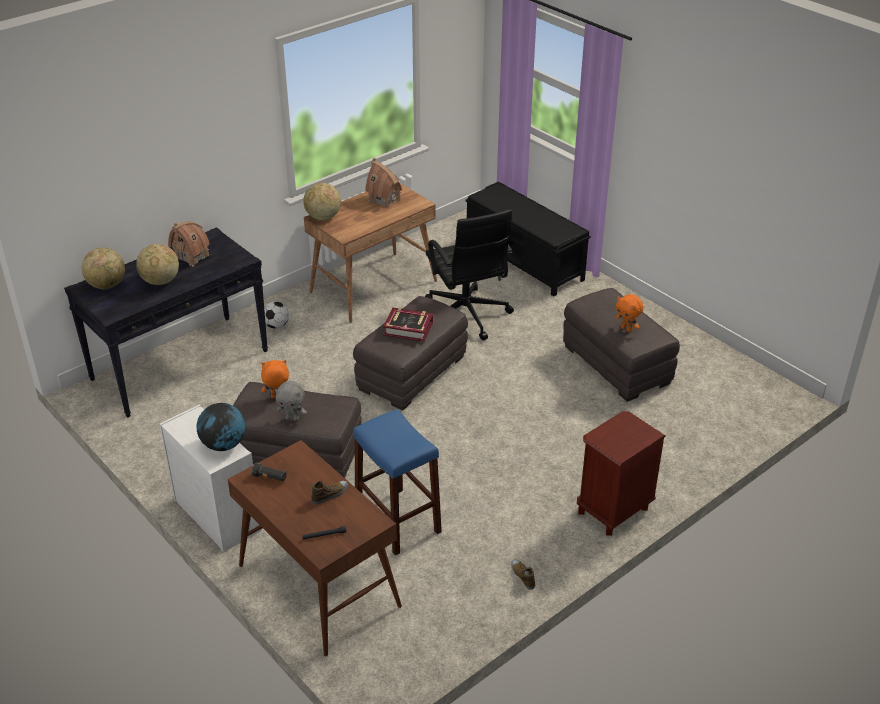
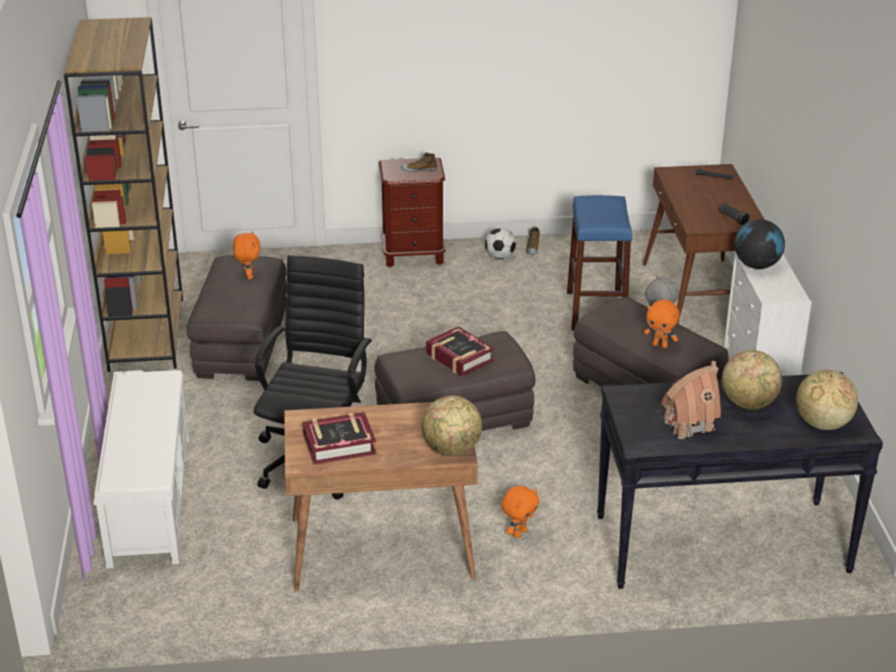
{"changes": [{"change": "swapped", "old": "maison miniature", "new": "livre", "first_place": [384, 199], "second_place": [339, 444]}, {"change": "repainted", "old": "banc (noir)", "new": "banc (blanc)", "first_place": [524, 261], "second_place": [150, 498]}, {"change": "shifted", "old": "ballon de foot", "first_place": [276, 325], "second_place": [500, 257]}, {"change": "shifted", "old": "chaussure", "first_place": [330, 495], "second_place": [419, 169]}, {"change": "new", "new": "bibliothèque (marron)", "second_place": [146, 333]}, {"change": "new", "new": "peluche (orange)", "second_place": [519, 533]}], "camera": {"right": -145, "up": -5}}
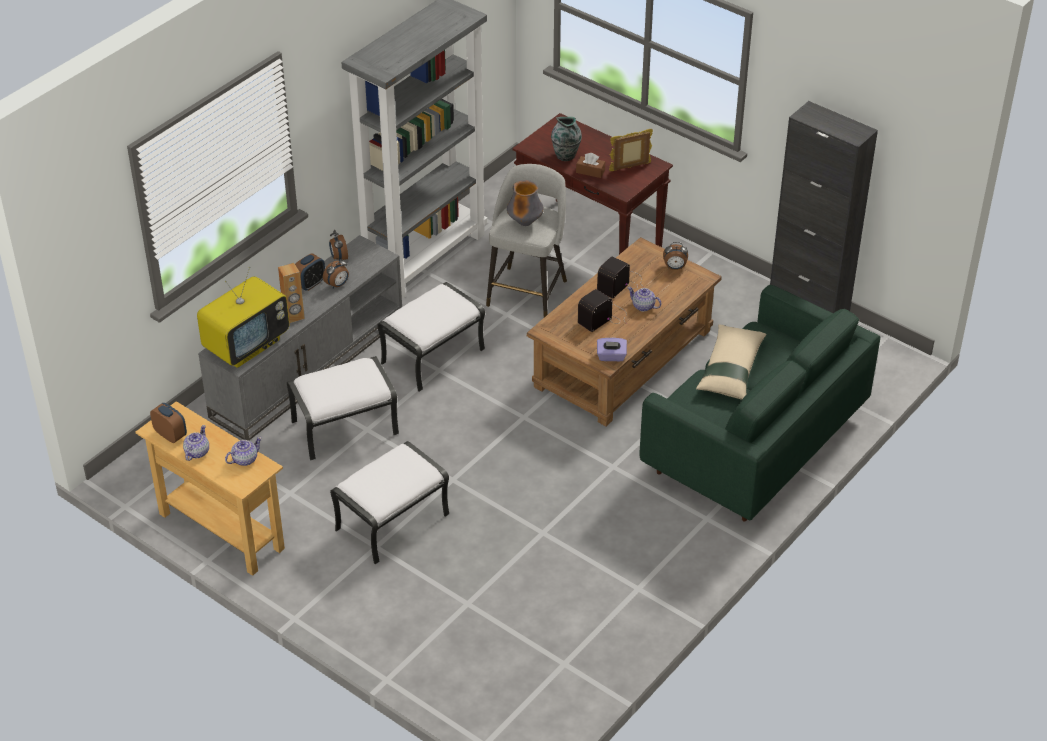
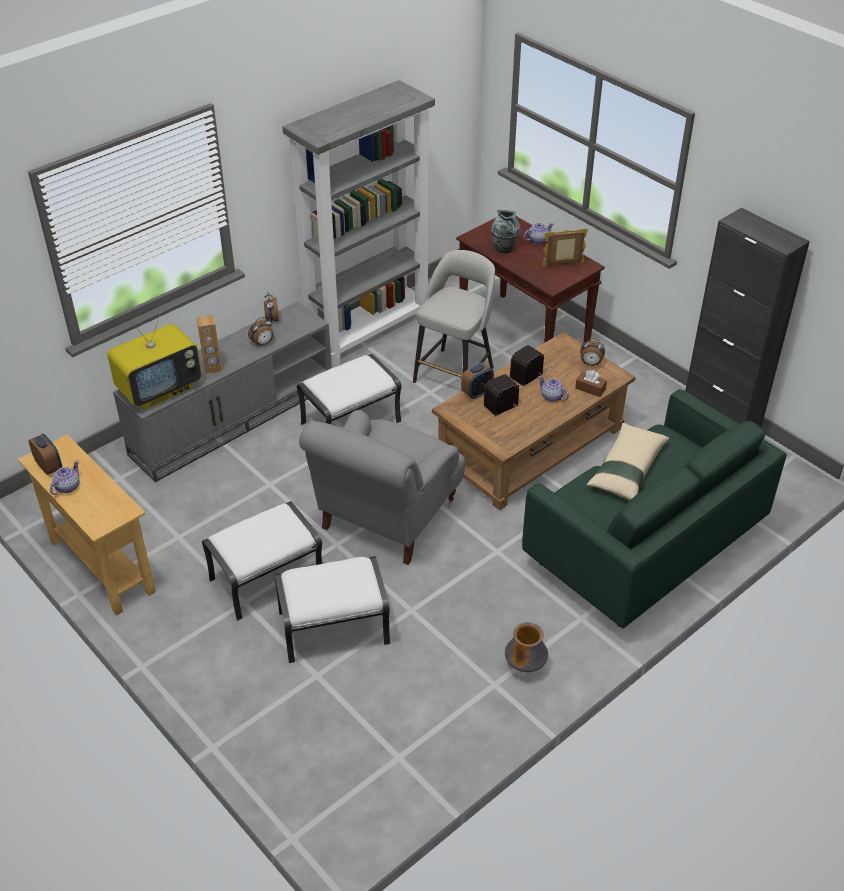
{"changes": [{"change": "shifted", "old": "boîte à mouchoirs (marron)", "first_place": [590, 171], "second_place": [590, 389]}, {"change": "shifted", "old": "vase", "first_place": [525, 222], "second_place": [525, 666]}, {"change": "shifted", "old": "réveil", "first_place": [310, 284], "second_place": [477, 392]}, {"change": "gone", "old": "boîte à mouchoirs (violet)", "first_place": [611, 357]}, {"change": "shifted", "old": "pouf (blanc)", "first_place": [344, 429], "second_place": [333, 629]}, {"change": "shifted", "old": "théière", "first_place": [244, 459], "second_place": [537, 240]}, {"change": "new", "new": "fauteuil (gris)", "second_place": [386, 518]}], "camera": {"right": 10, "up": 0}}
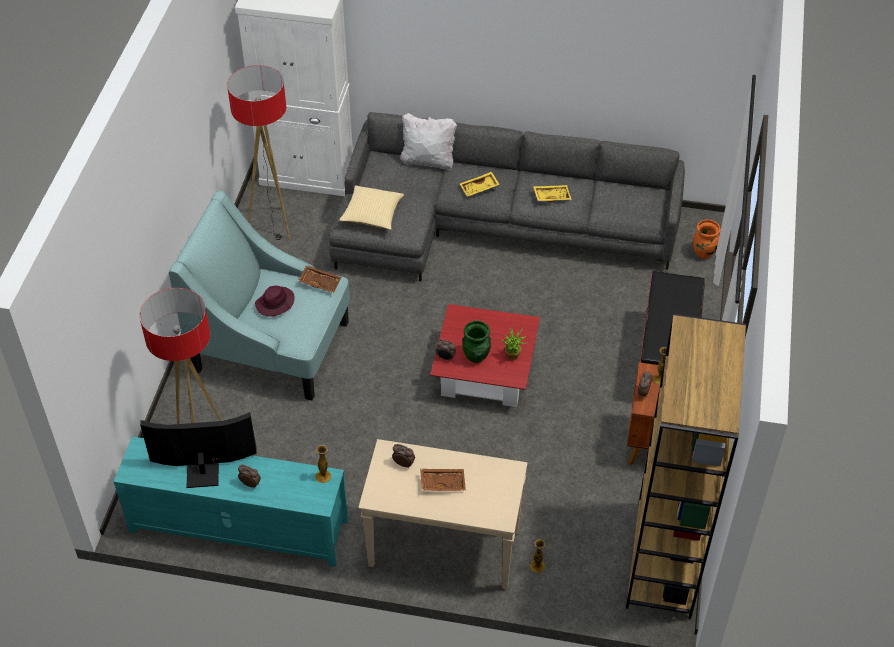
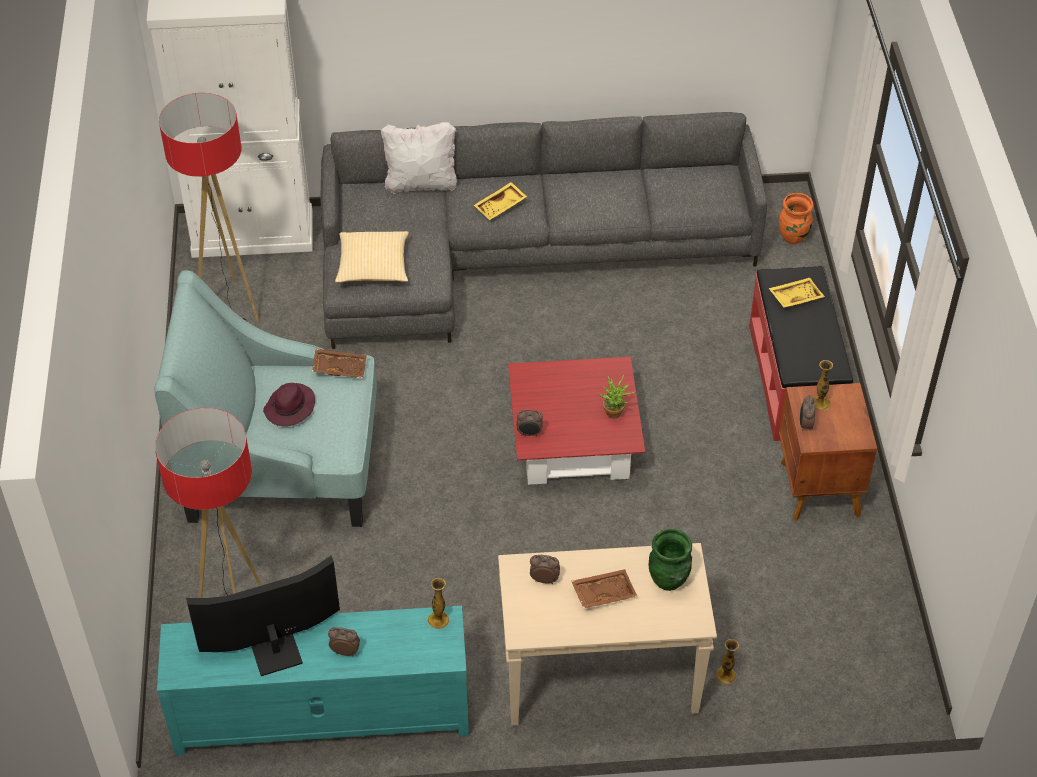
{"changes": [{"change": "shifted", "old": "plateau (jaune)", "first_place": [551, 196], "second_place": [795, 297]}, {"change": "gone", "old": "bibliothèque (marron)", "first_place": [664, 560]}, {"change": "shifted", "old": "vase (vert)", "first_place": [476, 356], "second_place": [668, 580]}], "camera": {"right": -15, "up": 0}}
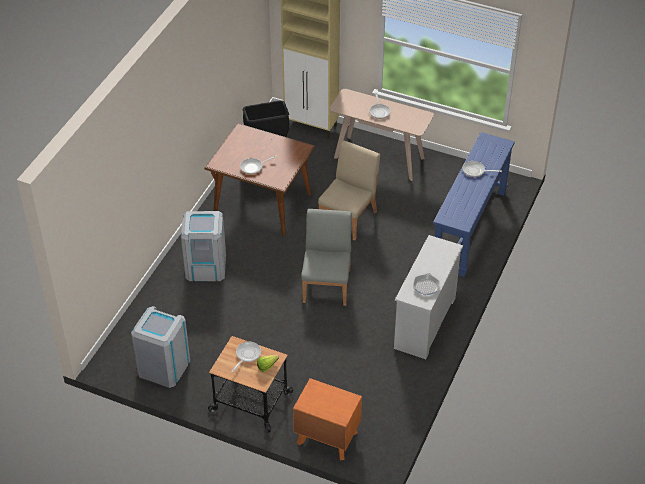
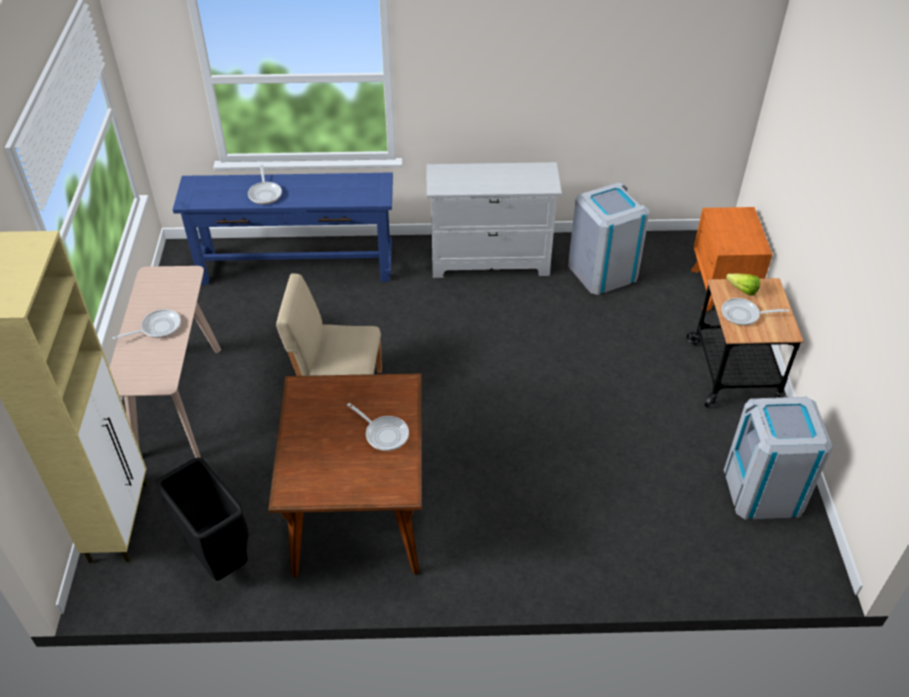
{"changes": [{"change": "gone", "old": "chaise (gris)", "first_place": [327, 285]}, {"change": "shifted", "old": "poubelle (gris)", "first_place": [206, 266], "second_place": [602, 271]}, {"change": "gone", "old": "poêle", "first_place": [426, 287]}], "camera": {"right": -115, "up": 0}}
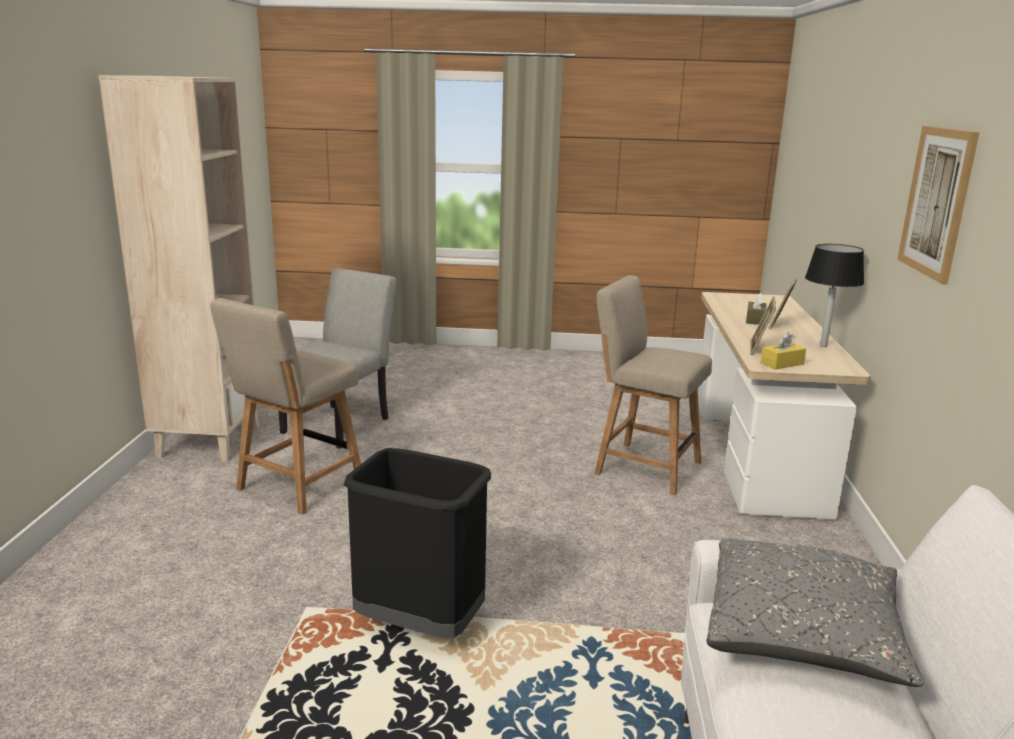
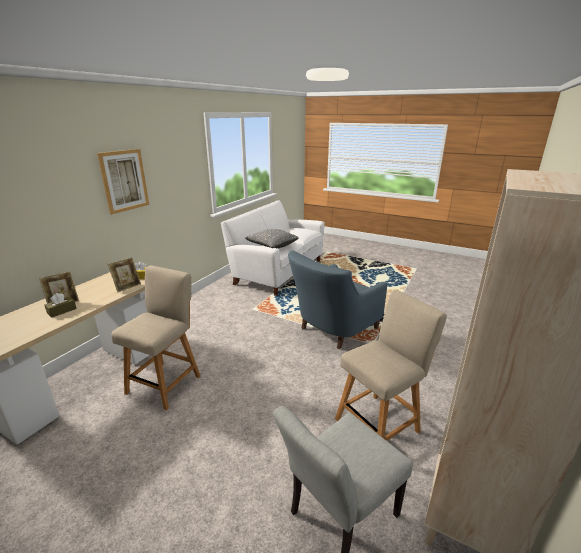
{"changes": [{"change": "gone", "old": "lampe de table (noir)", "first_place": [823, 345]}, {"change": "rotated", "old": "chaise (beige)", "first_place": [642, 466], "second_place": [166, 382], "degrees": -120}, {"change": "swapped", "old": "poubelle (noir)", "new": "fauteuil (bleu)", "first_place": [421, 624], "second_place": [332, 330]}], "camera": {"right": -155, "up": 5}}
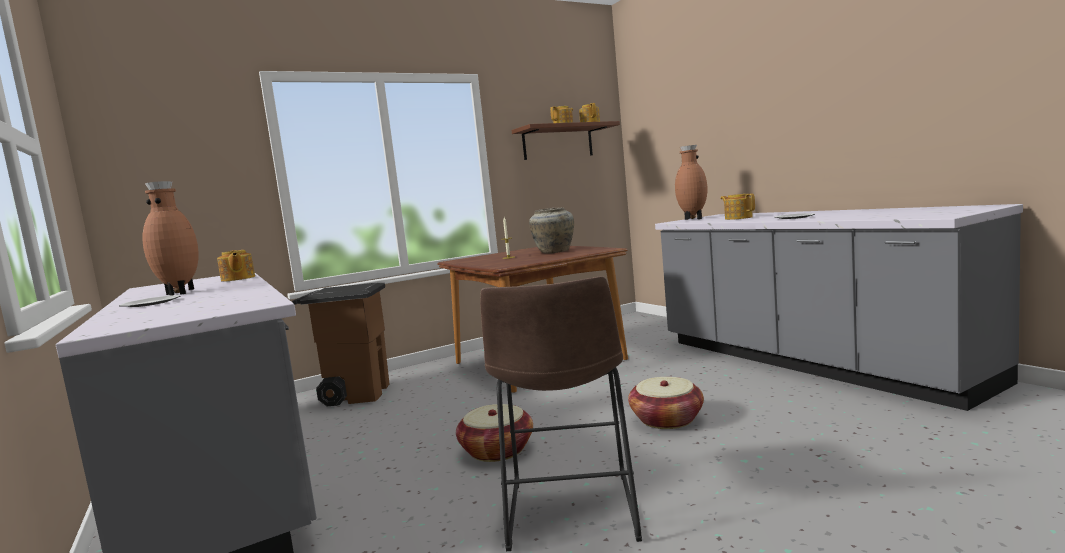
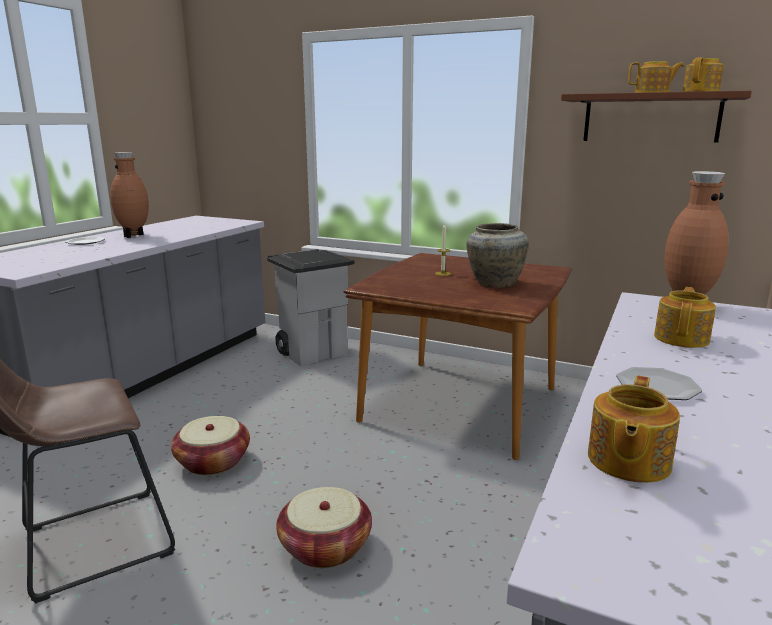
{"changes": [{"change": "shifted", "old": "théière", "first_place": [237, 279], "second_place": [627, 461]}, {"change": "repainted", "old": "poubelle (marron)", "new": "poubelle (gris)", "first_place": [357, 394], "second_place": [313, 353]}], "camera": {"right": 55, "up": 10}}
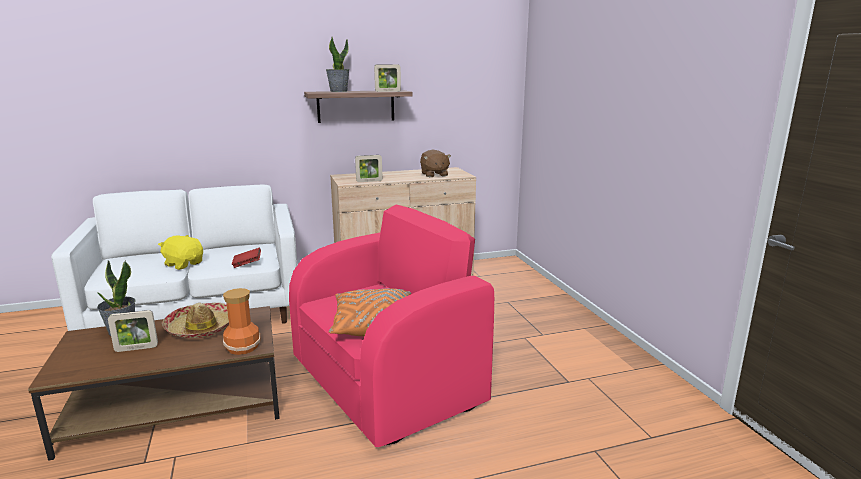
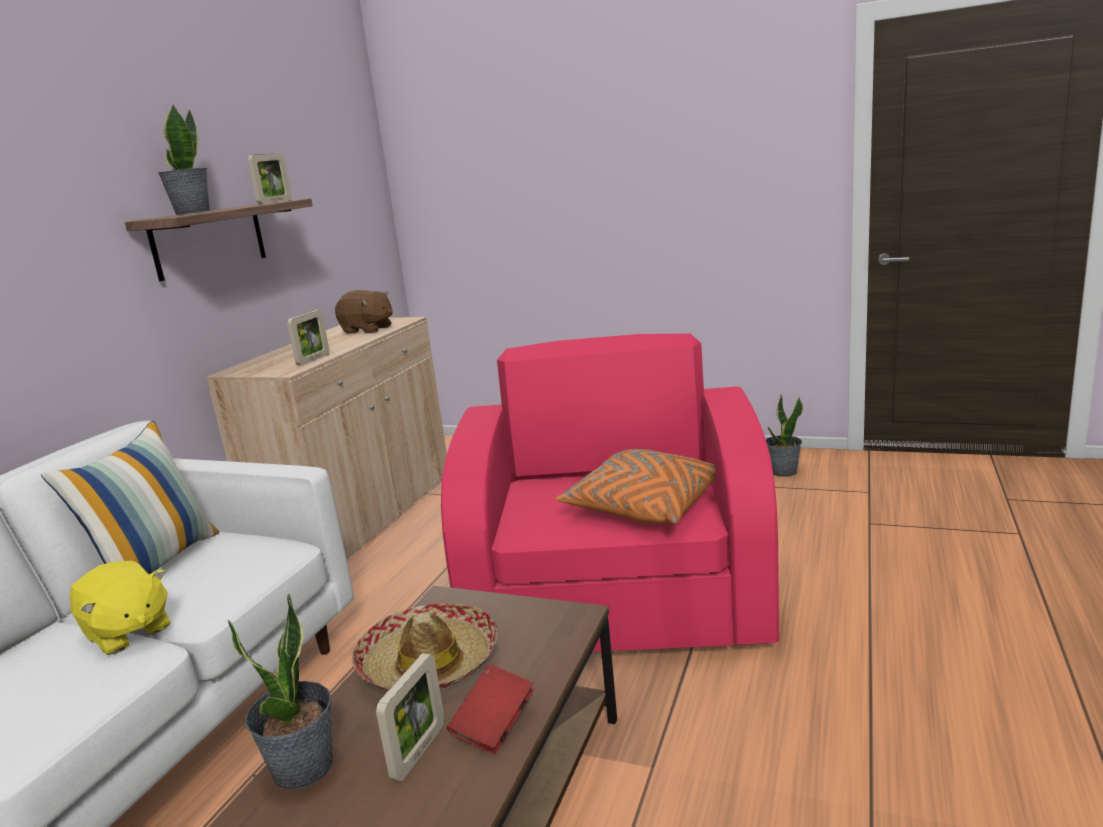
{"changes": [{"change": "rotated", "old": "peluche (jaune)", "first_place": [184, 264], "second_place": [127, 633], "degrees": -120}, {"change": "shifted", "old": "livre (rouge)", "first_place": [247, 264], "second_place": [494, 725]}, {"change": "gone", "old": "vase", "first_place": [243, 346]}, {"change": "new", "new": "plante en pot", "second_place": [783, 471]}, {"change": "new", "new": "coussin", "second_place": [156, 564]}], "camera": {"right": -50, "up": 0}}
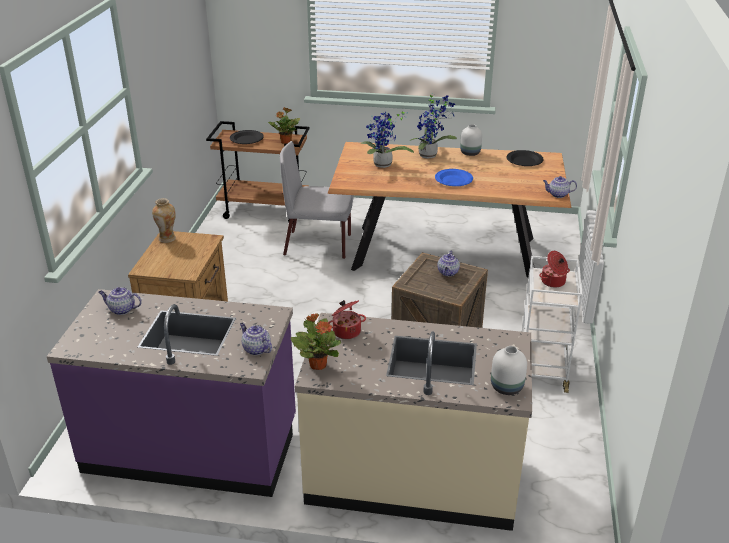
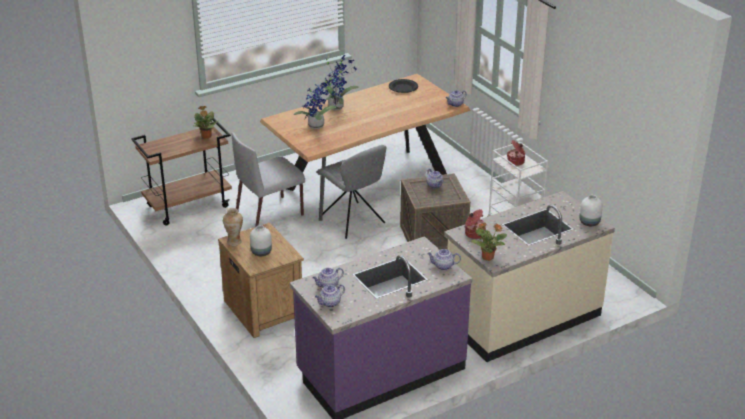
{"changes": [{"change": "shifted", "old": "vase (blanc)", "first_place": [470, 153], "second_place": [261, 252]}, {"change": "gone", "old": "assiette (noir)", "first_place": [247, 139]}, {"change": "gone", "old": "assiette (bleu)", "first_place": [454, 180]}, {"change": "new", "new": "chaise (gris)", "second_place": [353, 221]}, {"change": "new", "new": "théière", "second_place": [330, 303]}], "camera": {"right": -40, "up": 0}}
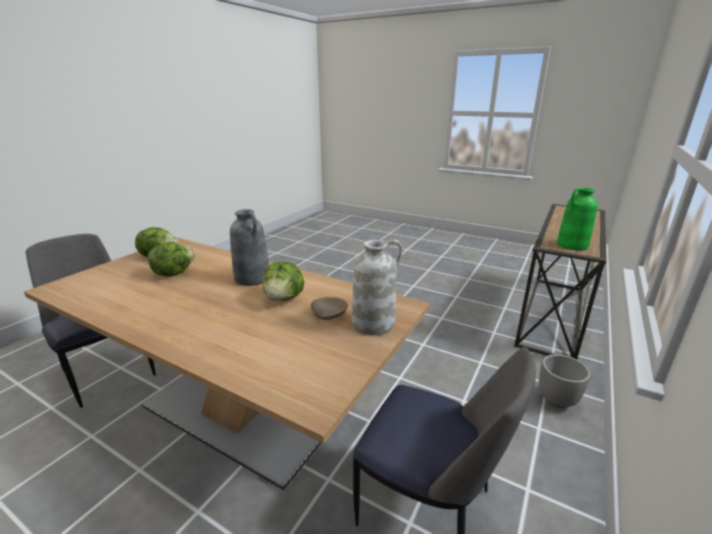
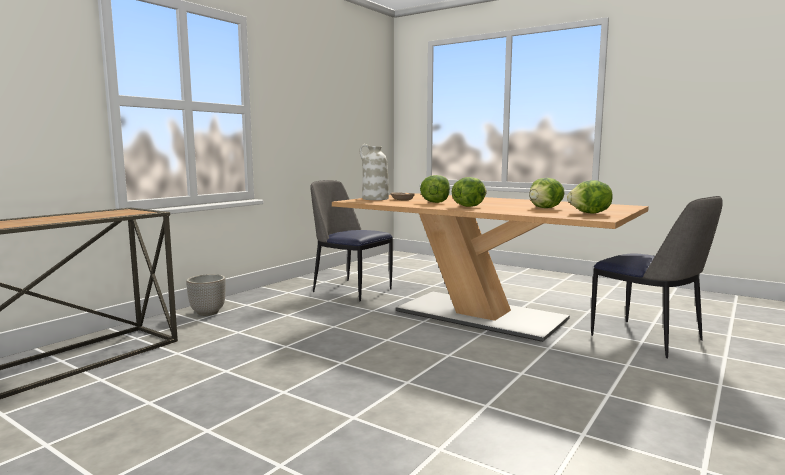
{"changes": [{"change": "gone", "old": "vase (vert)", "first_place": [572, 245]}, {"change": "swapped", "old": "vase (gris)", "new": "laitue", "first_place": [253, 278], "second_place": [468, 206]}], "camera": {"right": -175, "up": -15}}
